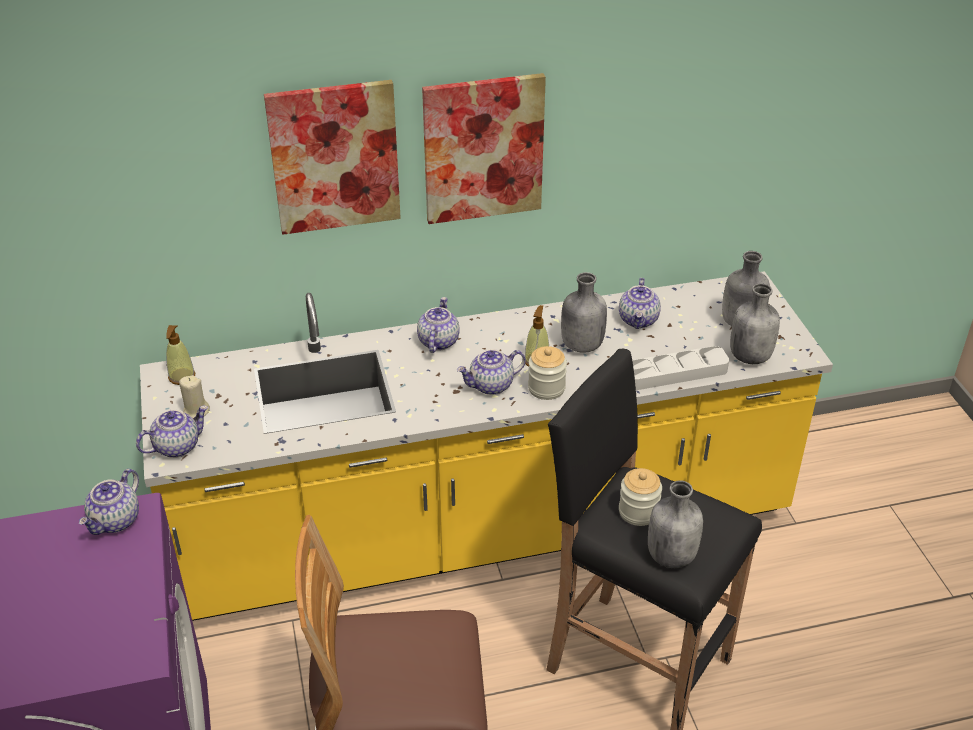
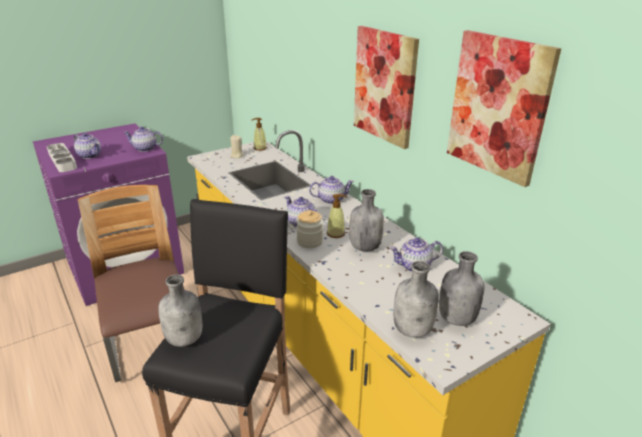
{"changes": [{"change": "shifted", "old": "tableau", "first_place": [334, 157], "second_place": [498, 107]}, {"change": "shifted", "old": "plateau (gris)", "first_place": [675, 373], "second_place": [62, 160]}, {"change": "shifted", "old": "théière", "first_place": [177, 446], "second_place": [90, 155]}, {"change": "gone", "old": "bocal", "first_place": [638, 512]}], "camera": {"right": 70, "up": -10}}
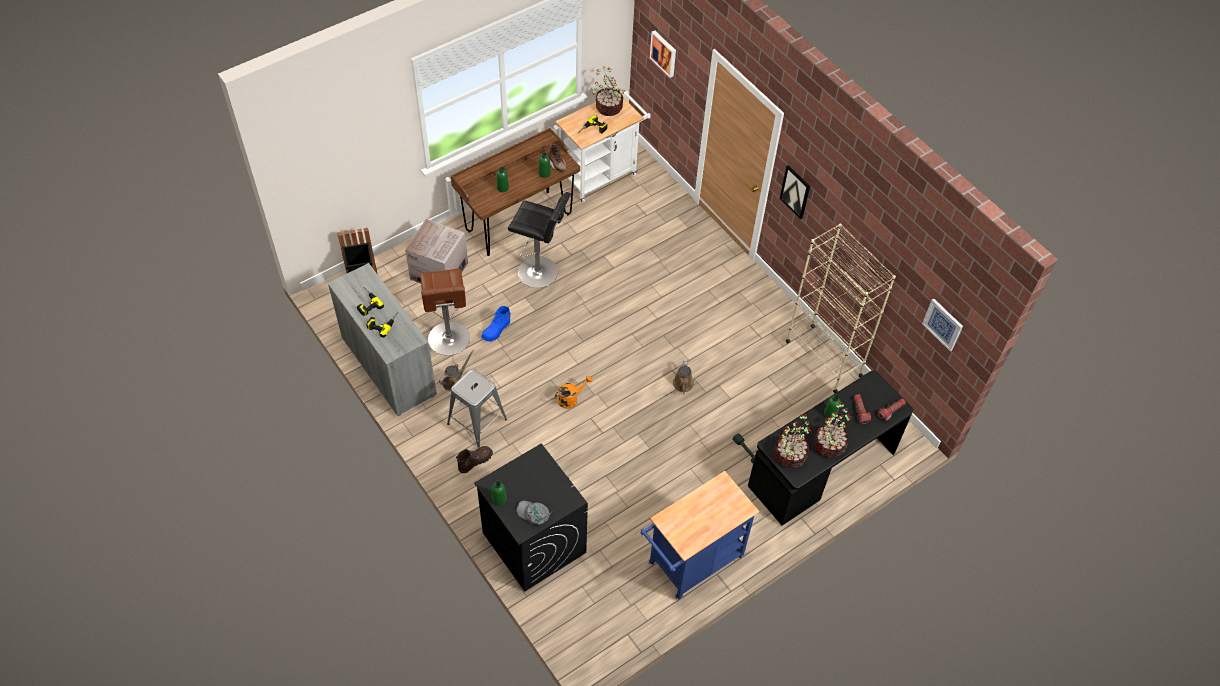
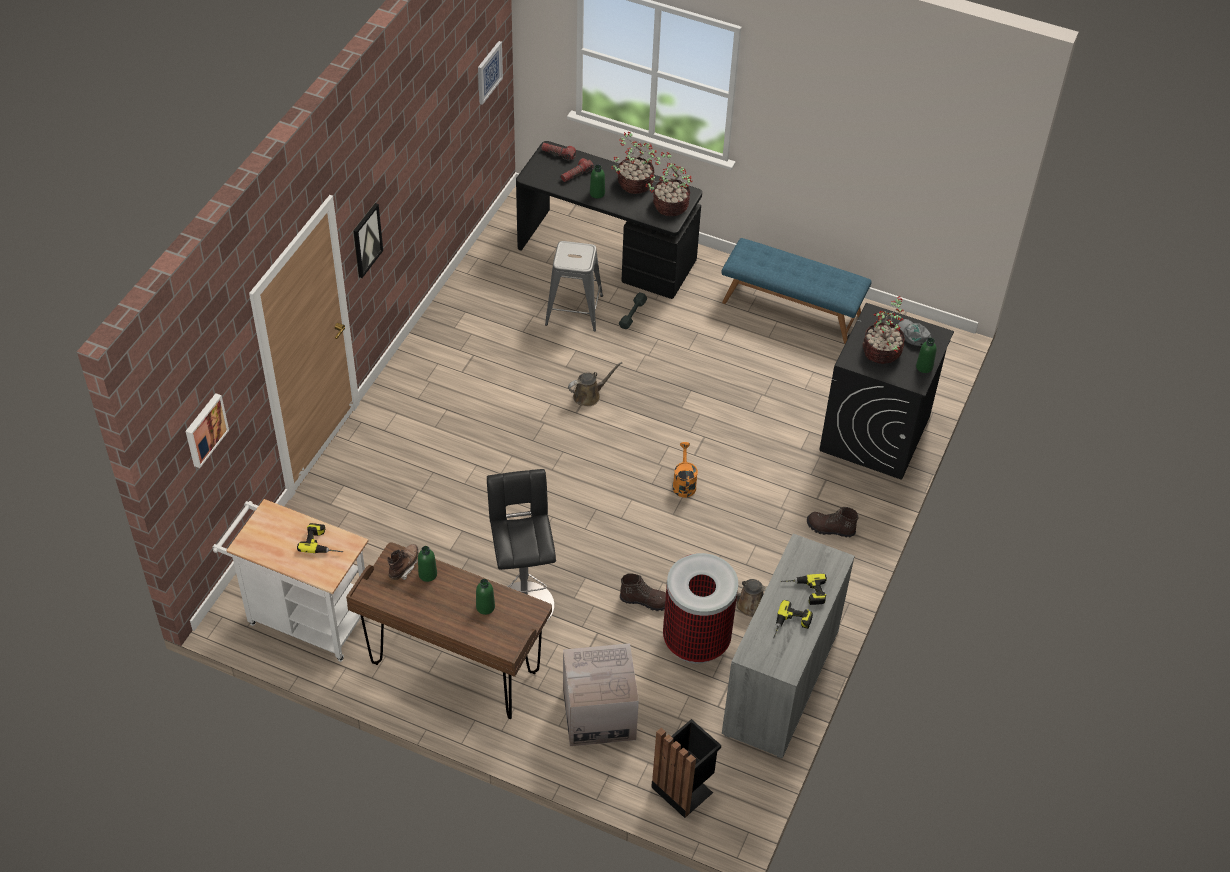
{"changes": [{"change": "shifted", "old": "plante en pot", "first_place": [608, 107], "second_place": [882, 352]}, {"change": "gone", "old": "bibliothèque (beige)", "first_place": [823, 358]}, {"change": "swapped", "old": "tabouret (marron)", "new": "poubelle", "first_place": [449, 341], "second_place": [696, 640]}, {"change": "repainted", "old": "botte (bleu)", "new": "botte (marron)", "first_place": [496, 330], "second_place": [645, 600]}, {"change": "shifted", "old": "tabouret (gris)", "first_place": [477, 422], "second_place": [574, 310]}, {"change": "rotated", "old": "arrosoir (orange)", "first_place": [571, 399], "second_place": [683, 483], "degrees": 60}, {"change": "swapped", "old": "chariot (bleu)", "new": "banc (bleu)", "first_place": [691, 564], "second_place": [792, 308]}, {"change": "rotated", "old": "casquette (gris)", "first_place": [533, 513], "second_place": [913, 335], "degrees": 150}], "camera": {"right": -120, "up": -5}}
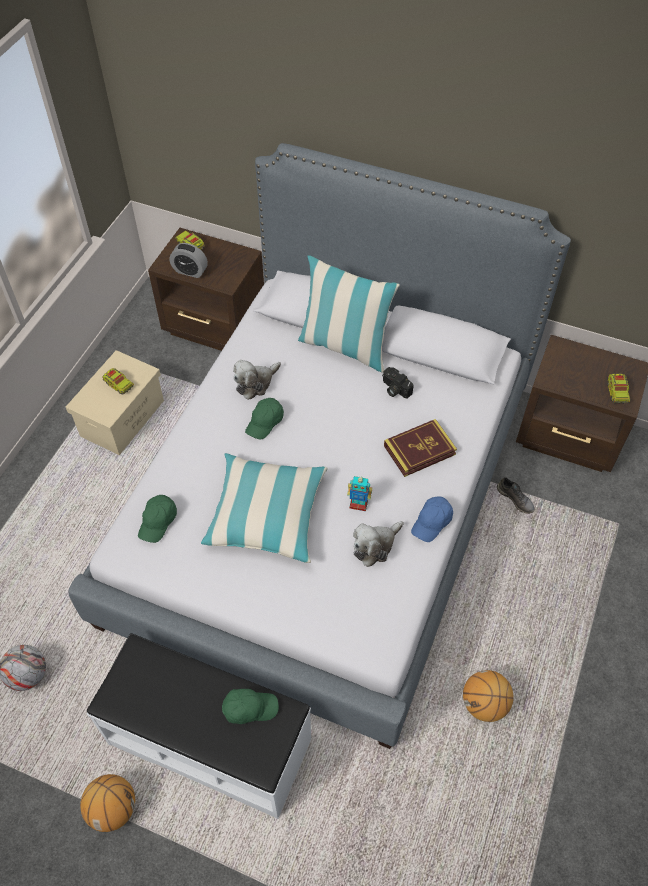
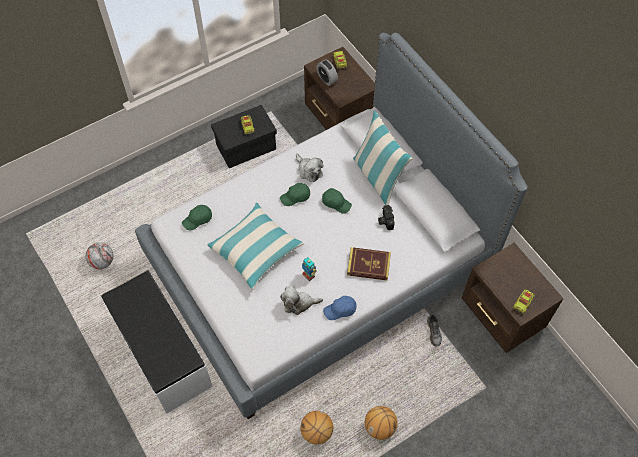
{"changes": [{"change": "repainted", "old": "boîte de rangement (beige)", "new": "boîte de rangement (noir)", "first_place": [122, 417], "second_place": [246, 146]}, {"change": "rotated", "old": "peluche", "first_place": [255, 383], "second_place": [309, 171], "degrees": -120}, {"change": "shifted", "old": "casquette (vert)", "first_place": [249, 708], "second_place": [336, 203]}, {"change": "shifted", "old": "ballon de basket", "first_place": [113, 808], "second_place": [380, 427]}], "camera": {"right": 35, "up": 5}}
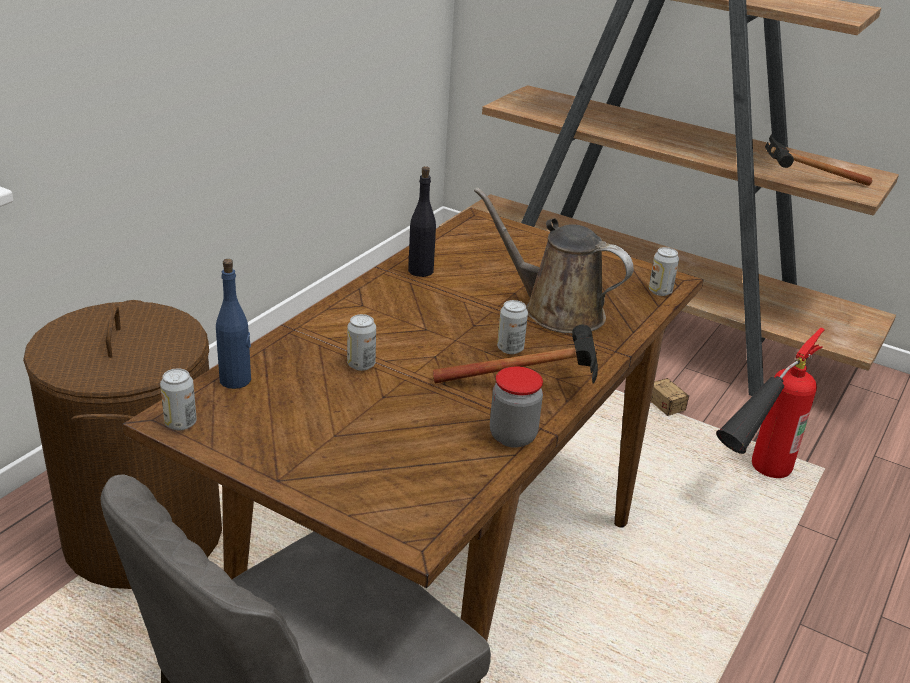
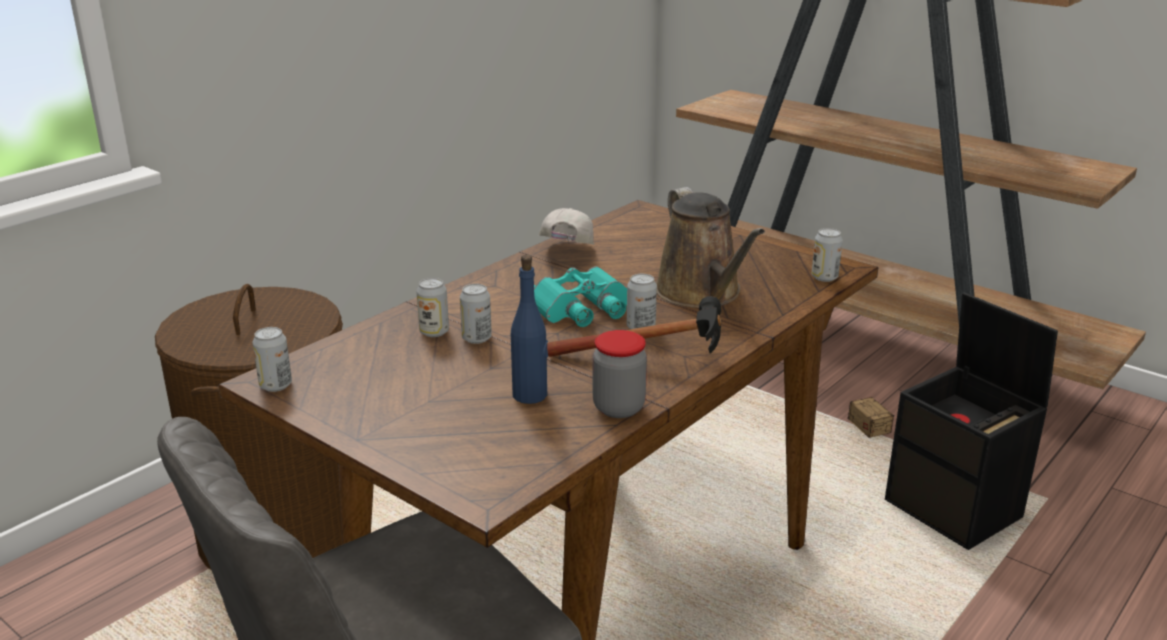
{"changes": [{"change": "gone", "old": "marteau", "first_place": [801, 182]}, {"change": "swapped", "old": "bouteille (noir)", "new": "casquette (blanc)", "first_place": [421, 271], "second_place": [566, 256]}, {"change": "rotated", "old": "arrosoir (marron)", "first_place": [556, 310], "second_place": [702, 293], "degrees": -150}, {"change": "shifted", "old": "bouteille (bleu)", "first_place": [236, 380], "second_place": [530, 395]}, {"change": "swapped", "old": "extincteur", "new": "boîte de rangement (noir)", "first_place": [750, 482], "second_place": [956, 509]}, {"change": "new", "new": "jumelles (turquoise)", "second_place": [582, 308]}, {"change": "new", "new": "boîte métallique", "second_place": [434, 332]}], "camera": {"right": 10, "up": -5}}
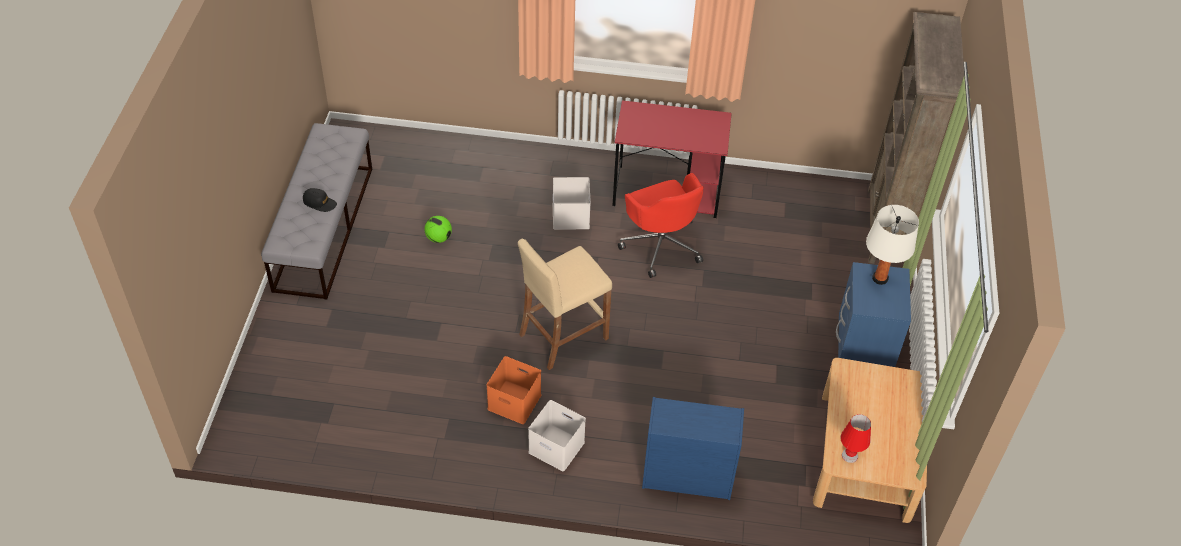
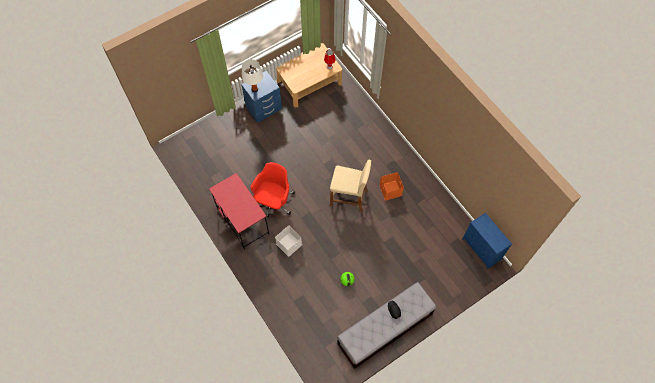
{"changes": [{"change": "gone", "old": "bibliothèque (marron)", "first_place": [888, 228]}, {"change": "shifted", "old": "commode (bleu)", "first_place": [686, 476], "second_place": [482, 249]}, {"change": "gone", "old": "boîte de rangement (blanc)", "first_place": [555, 447]}], "camera": {"right": -130, "up": 15}}
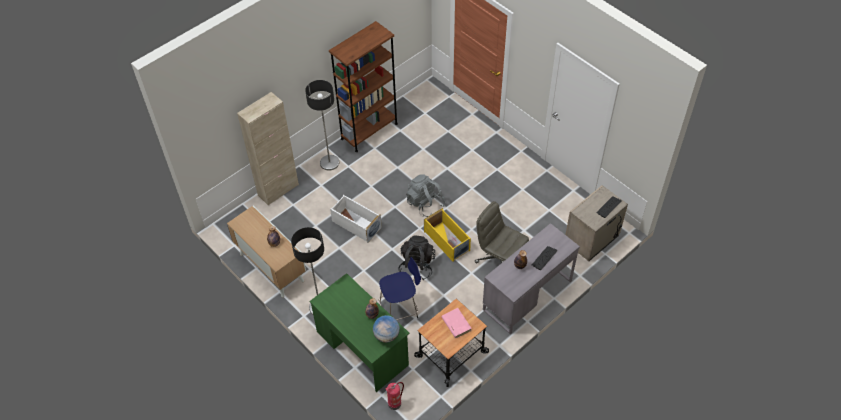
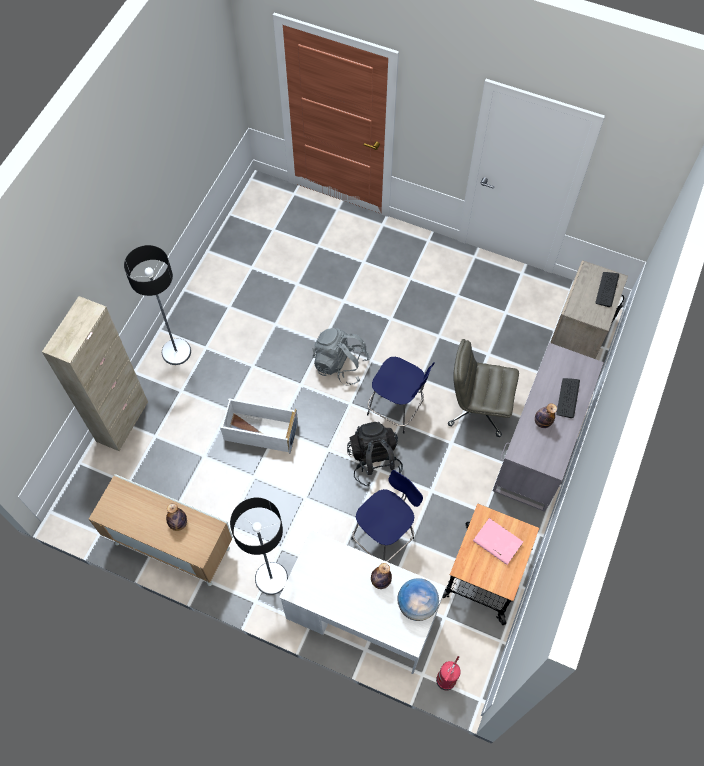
{"changes": [{"change": "gone", "old": "bibliothèque (marron)", "first_place": [369, 131]}, {"change": "swapped", "old": "boîte de rangement (jaune)", "new": "tabouret (bleu)", "first_place": [447, 241], "second_place": [397, 408]}, {"change": "repainted", "old": "bureau (vert)", "new": "bureau (blanc)", "first_place": [362, 348], "second_place": [361, 616]}], "camera": {"right": -25, "up": 10}}
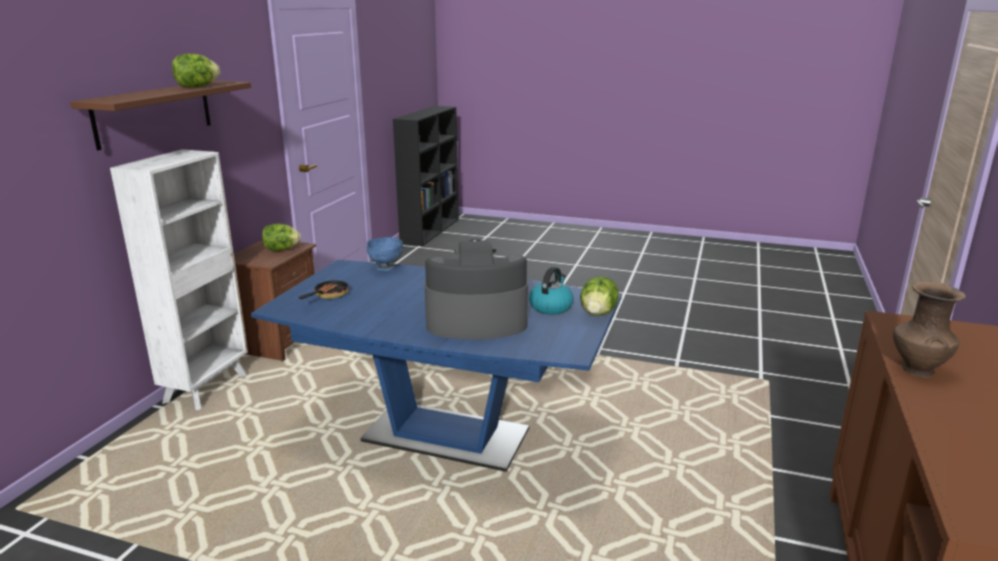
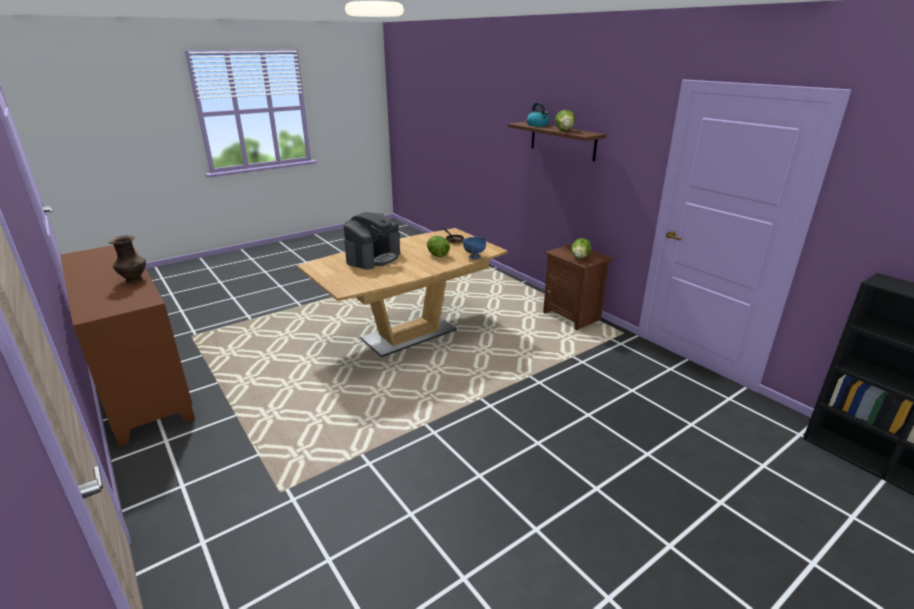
{"changes": [{"change": "gone", "old": "bibliothèque (blanc)", "first_place": [207, 387]}, {"change": "repainted", "old": "table à manger (bleu)", "new": "table à manger (marron)", "first_place": [446, 435], "second_place": [409, 334]}, {"change": "shifted", "old": "bouilloire", "first_place": [551, 307], "second_place": [537, 125]}, {"change": "shifted", "old": "laitue", "first_place": [598, 313], "second_place": [437, 255]}], "camera": {"right": 125, "up": 5}}
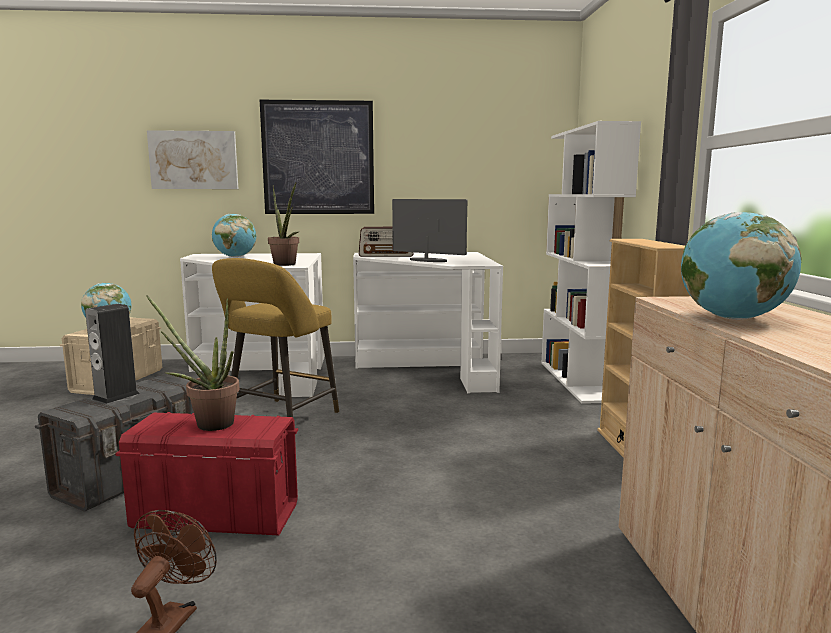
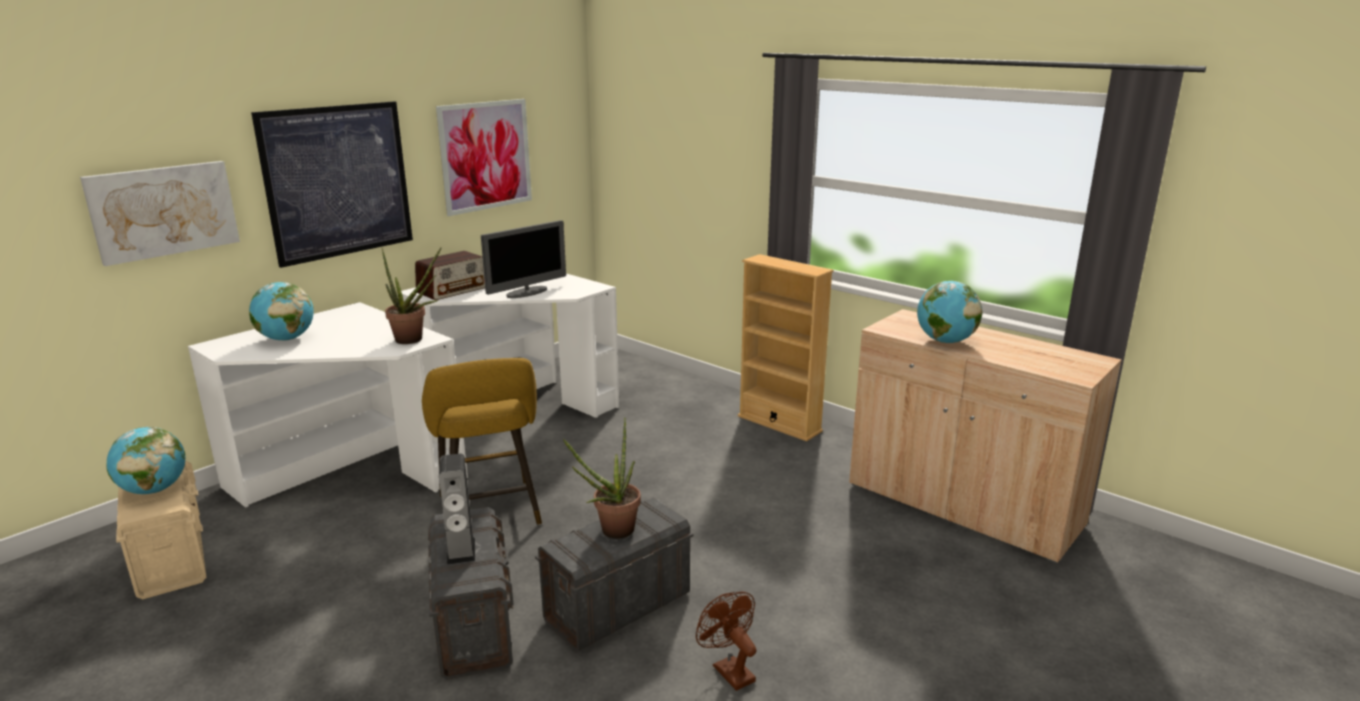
{"changes": [{"change": "gone", "old": "bibliothèque (blanc)", "first_place": [578, 381]}, {"change": "rotated", "old": "écran d'ordinateur", "first_place": [427, 260], "second_place": [527, 292], "degrees": 150}, {"change": "repainted", "old": "boîte de rangement (rouge)", "new": "boîte de rangement (gris)", "first_place": [216, 515], "second_place": [617, 607]}, {"change": "new", "new": "tableau", "second_place": [485, 156]}], "camera": {"right": -45, "up": 10}}
